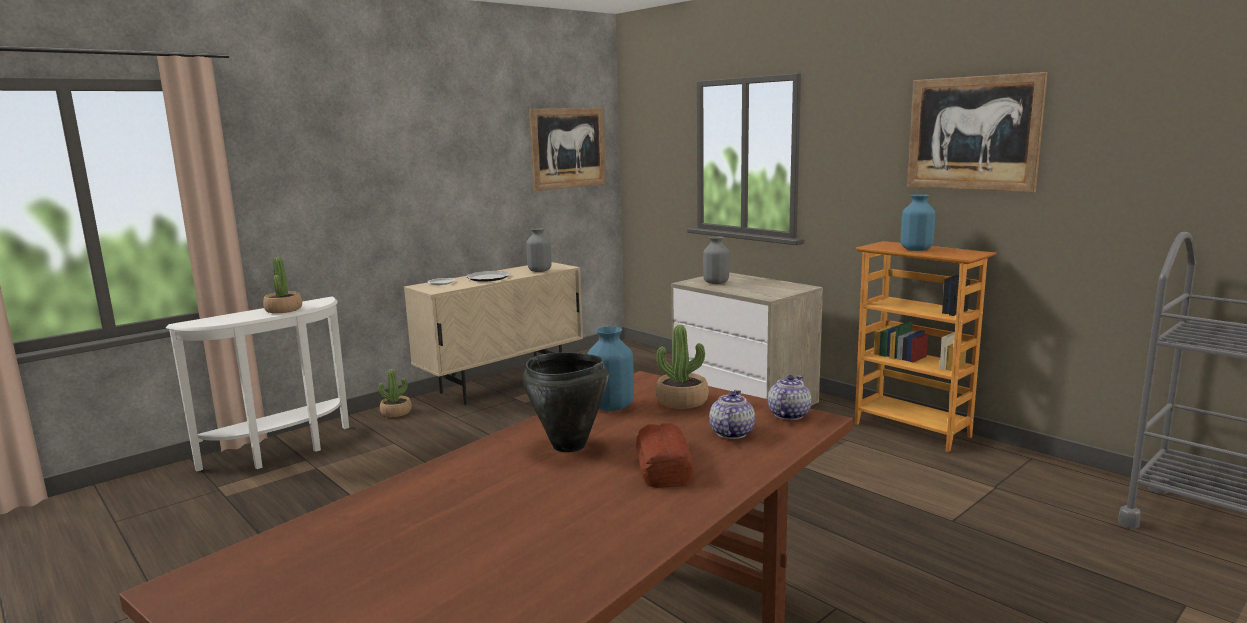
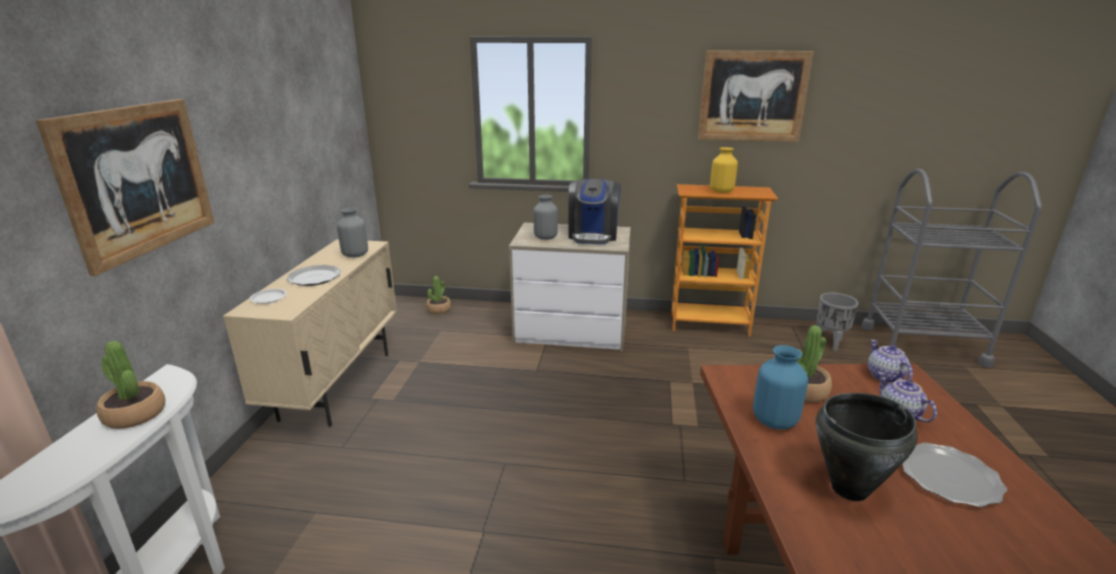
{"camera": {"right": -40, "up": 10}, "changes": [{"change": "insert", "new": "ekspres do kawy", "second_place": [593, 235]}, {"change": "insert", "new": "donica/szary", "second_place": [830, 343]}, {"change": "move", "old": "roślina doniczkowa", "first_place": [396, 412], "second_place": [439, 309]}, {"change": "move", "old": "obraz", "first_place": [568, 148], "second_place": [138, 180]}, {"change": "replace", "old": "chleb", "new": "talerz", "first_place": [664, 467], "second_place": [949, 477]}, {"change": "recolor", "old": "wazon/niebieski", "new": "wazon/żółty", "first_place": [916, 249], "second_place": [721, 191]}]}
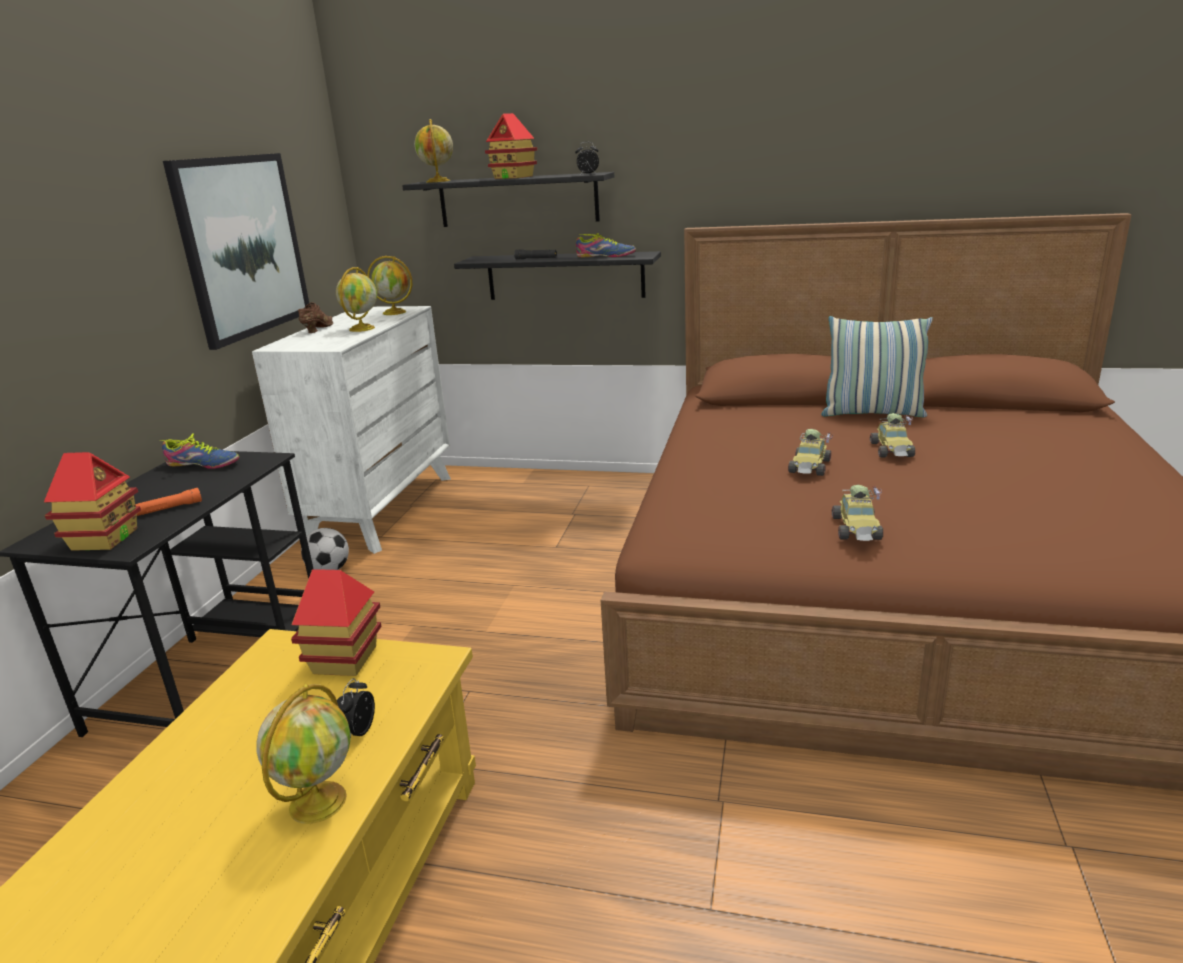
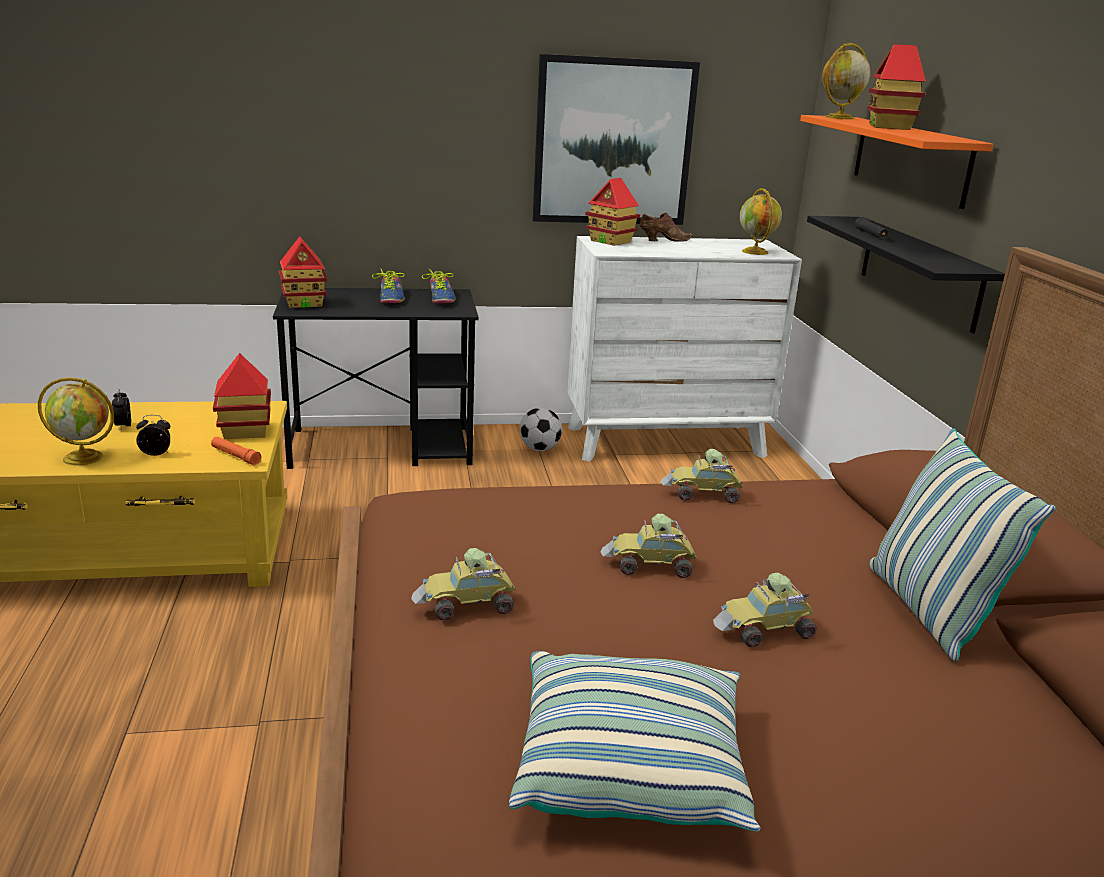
{"camera": {"right": 65, "up": 0}, "changes": [{"change": "delete", "old": "globus", "first_place": [362, 328]}, {"change": "insert", "new": "poduszka", "second_place": [630, 766]}, {"change": "insert", "new": "domek", "second_place": [611, 241]}, {"change": "insert", "new": "samochodzik", "second_place": [703, 493]}, {"change": "move", "old": "latarka/pomarańczowy", "first_place": [167, 509], "second_place": [235, 456]}, {"change": "move", "old": "budzik", "first_place": [588, 174], "second_place": [123, 426]}, {"change": "move", "old": "but", "first_place": [605, 256], "second_place": [391, 298]}, {"change": "recolor", "old": "półka/czarny", "new": "półka/pomarańczowy", "first_place": [518, 200], "second_place": [910, 159]}]}
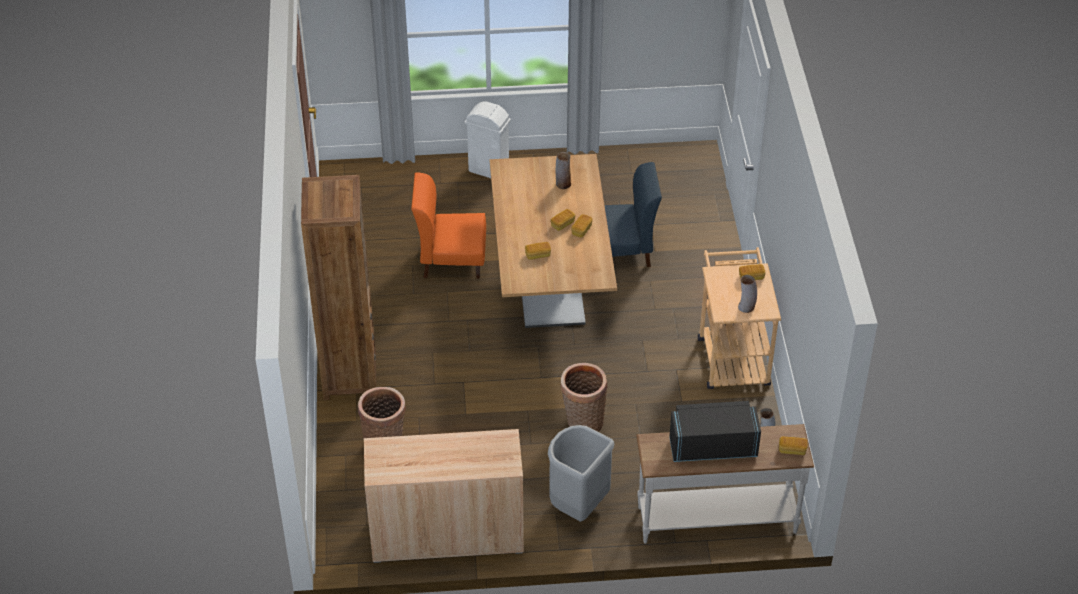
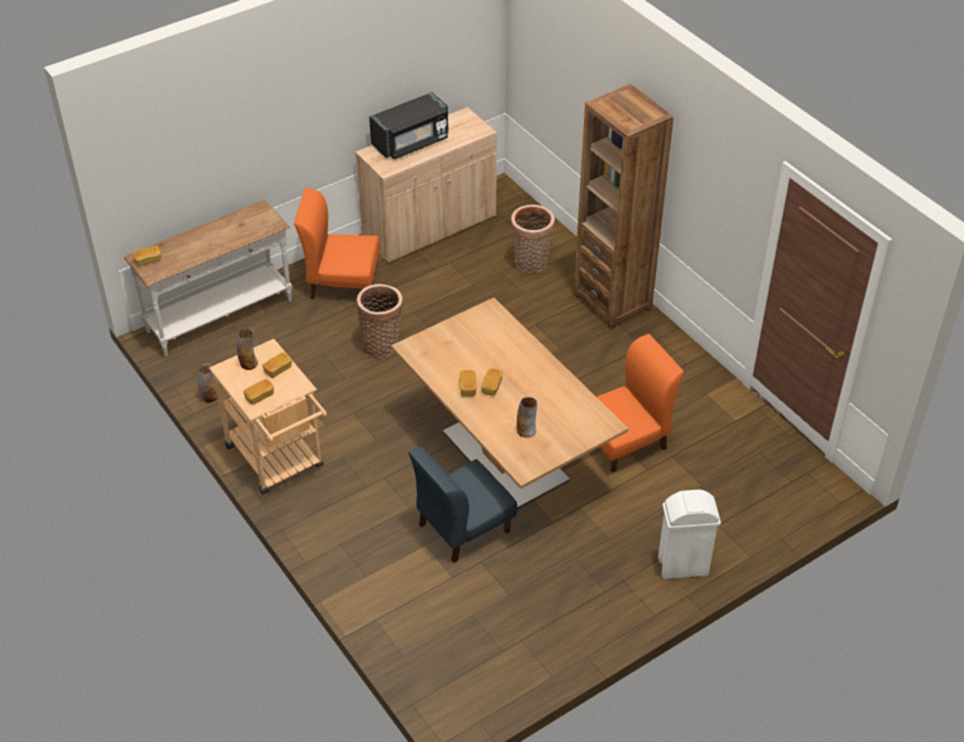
{"camera": {"right": 150, "up": 0}, "changes": [{"change": "move", "old": "chleb", "first_place": [538, 255], "second_place": [278, 370]}, {"change": "move", "old": "mikrofalówka/czarny", "first_place": [712, 446], "second_place": [411, 142]}, {"change": "replace", "old": "kosz na śmieci/szary", "new": "krzesło/pomarańczowy", "first_place": [578, 505], "second_place": [342, 283]}]}
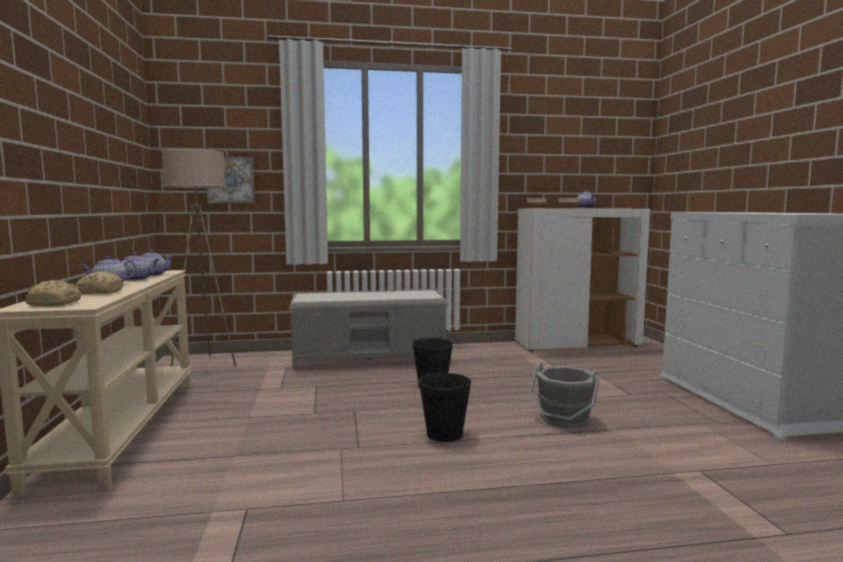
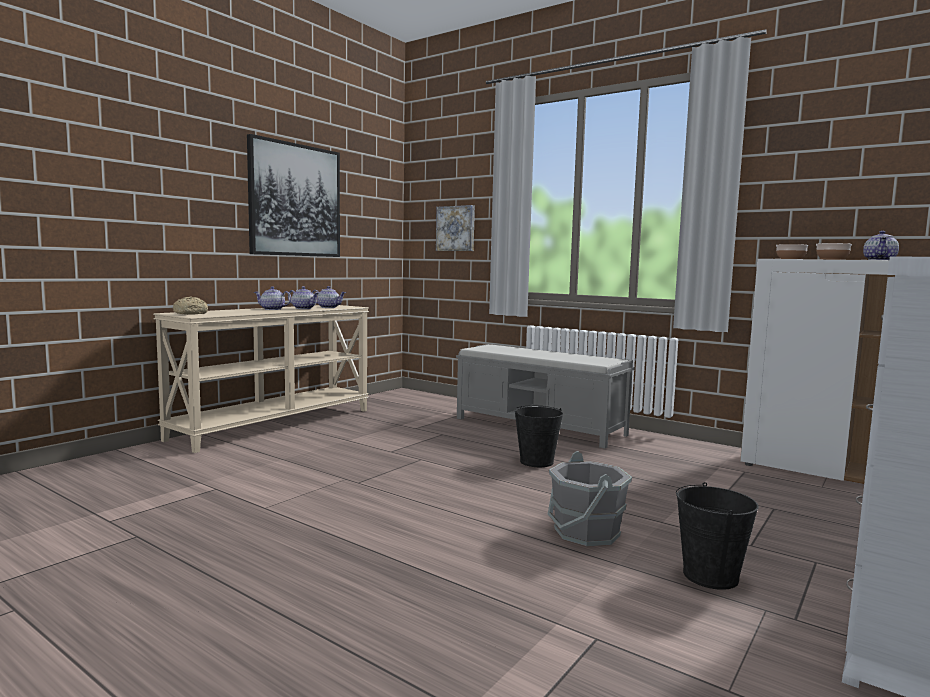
{"camera": {"right": 45, "up": 0}, "changes": [{"change": "delete", "old": "chleb", "first_place": [99, 292]}, {"change": "delete", "old": "lampa stojąca/beżowy", "first_place": [205, 364]}, {"change": "insert", "new": "obraz", "second_place": [295, 200]}, {"change": "move", "old": "wiadro/czarny", "first_place": [444, 434], "second_place": [711, 576]}]}
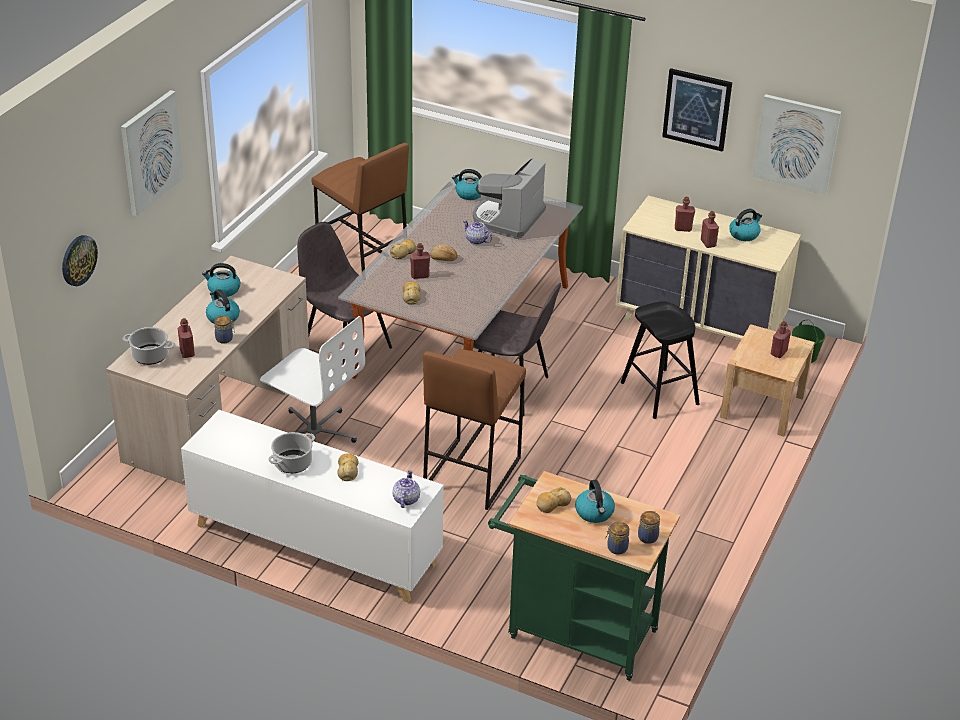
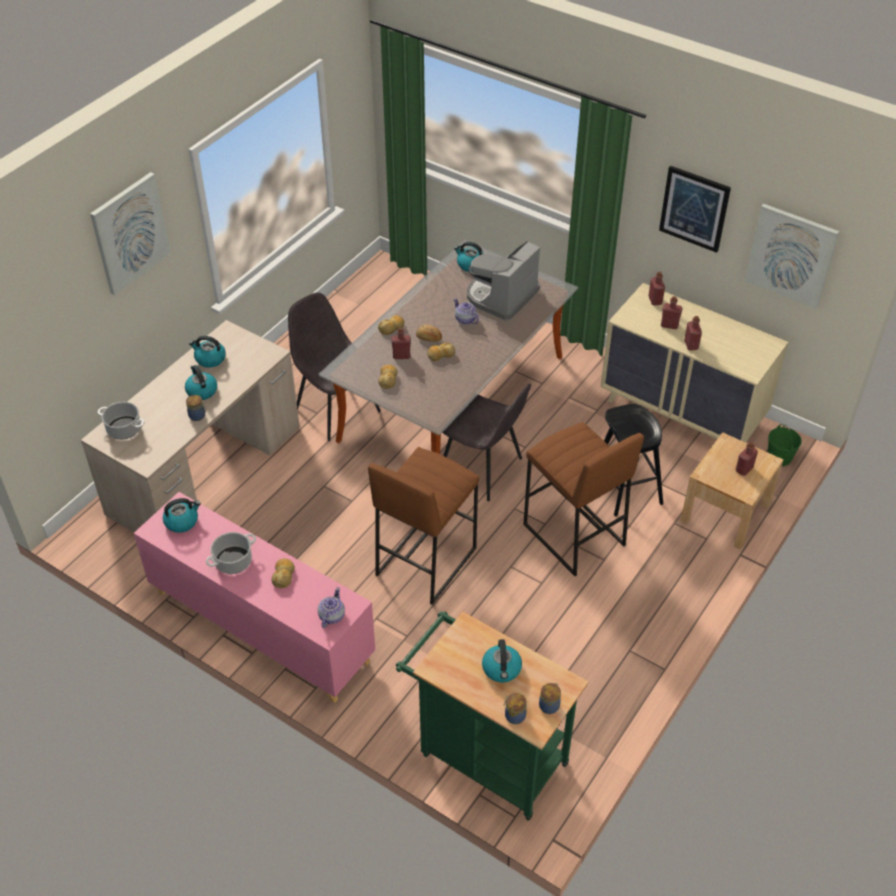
{"camera": {"right": 10, "up": 10}, "changes": [{"change": "delete", "old": "zegar ścienny", "first_place": [78, 260]}, {"change": "delete", "old": "krzesło biurowe/biały", "first_place": [314, 433]}, {"change": "move", "old": "butelka/czerwony", "first_place": [187, 352], "second_place": [655, 300]}, {"change": "move", "old": "stołek/brązowy", "first_place": [362, 265], "second_place": [573, 535]}, {"change": "move", "old": "chleb", "first_place": [552, 504], "second_place": [440, 355]}, {"change": "move", "old": "czajnik", "first_place": [744, 234], "second_place": [182, 521]}, {"change": "recolor", "old": "szafka/biały", "new": "szafka/różowy", "first_place": [314, 545], "second_place": [260, 626]}]}
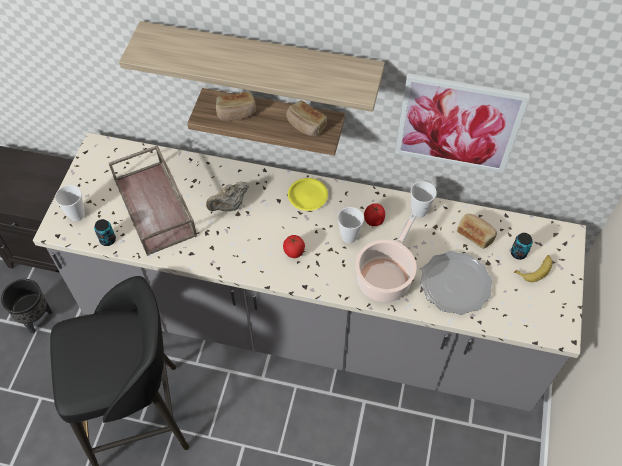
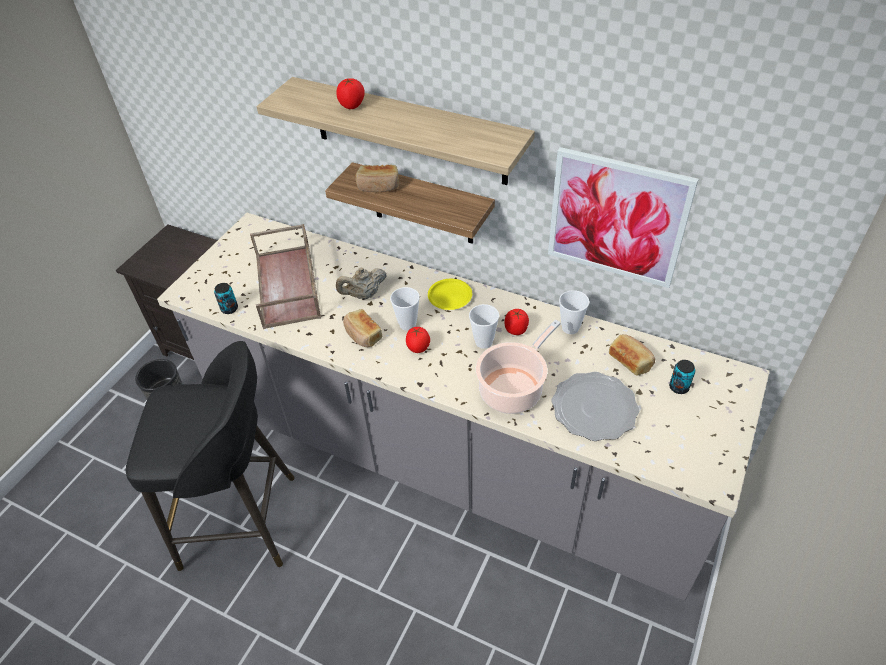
{"camera": {"right": 15, "up": -10}, "changes": [{"change": "delete", "old": "banan", "first_place": [535, 269]}, {"change": "insert", "new": "pomidor", "second_place": [352, 106]}, {"change": "move", "old": "filiżanka", "first_place": [77, 215], "second_place": [407, 324]}, {"change": "move", "old": "chleb", "first_place": [306, 125], "second_place": [362, 335]}]}
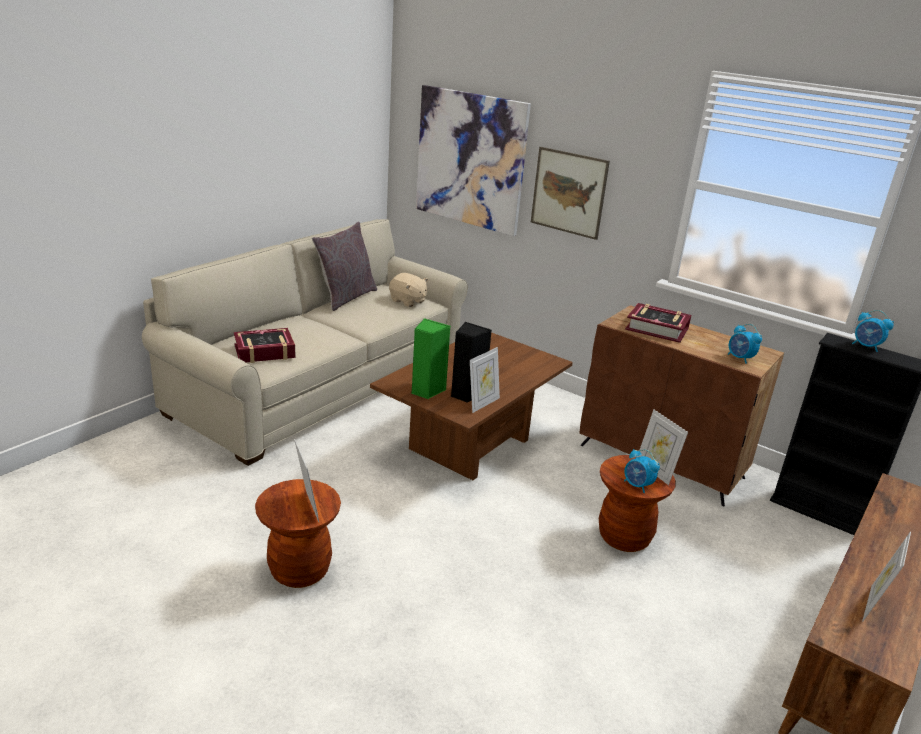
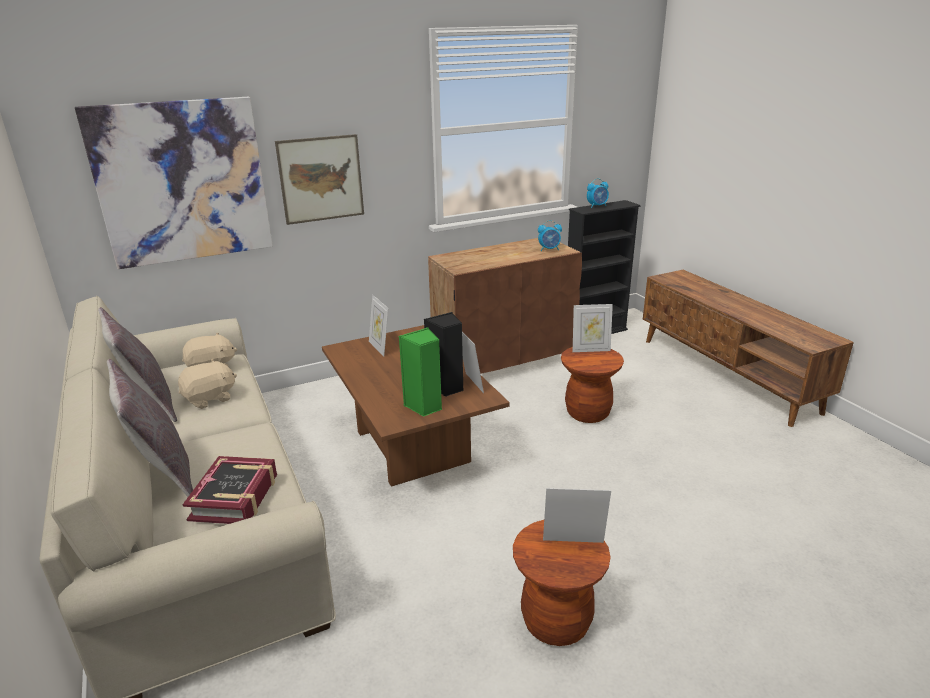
{"camera": {"right": -60, "up": 0}, "changes": [{"change": "delete", "old": "budzik", "first_place": [637, 485]}, {"change": "delete", "old": "książka", "first_place": [657, 328]}, {"change": "insert", "new": "poduszka/szary", "second_place": [163, 474]}, {"change": "insert", "new": "pluszak/beżowy", "second_place": [210, 398]}, {"change": "move", "old": "ramka na zdjęcie", "first_place": [874, 606], "second_place": [380, 347]}]}
